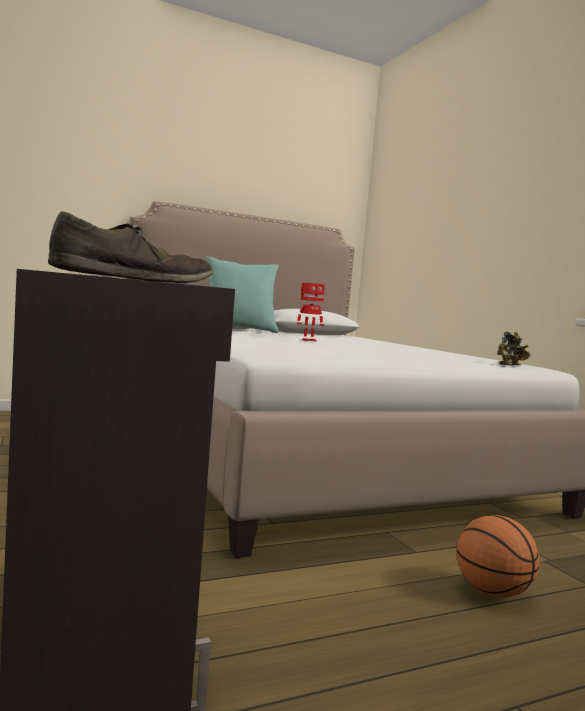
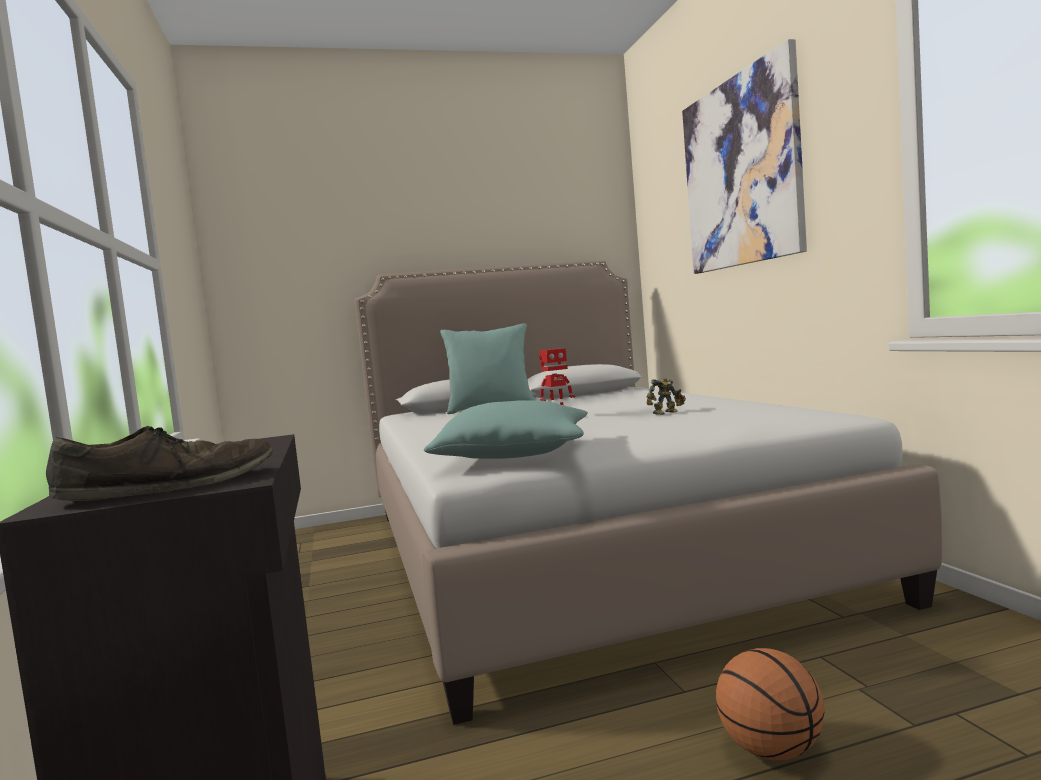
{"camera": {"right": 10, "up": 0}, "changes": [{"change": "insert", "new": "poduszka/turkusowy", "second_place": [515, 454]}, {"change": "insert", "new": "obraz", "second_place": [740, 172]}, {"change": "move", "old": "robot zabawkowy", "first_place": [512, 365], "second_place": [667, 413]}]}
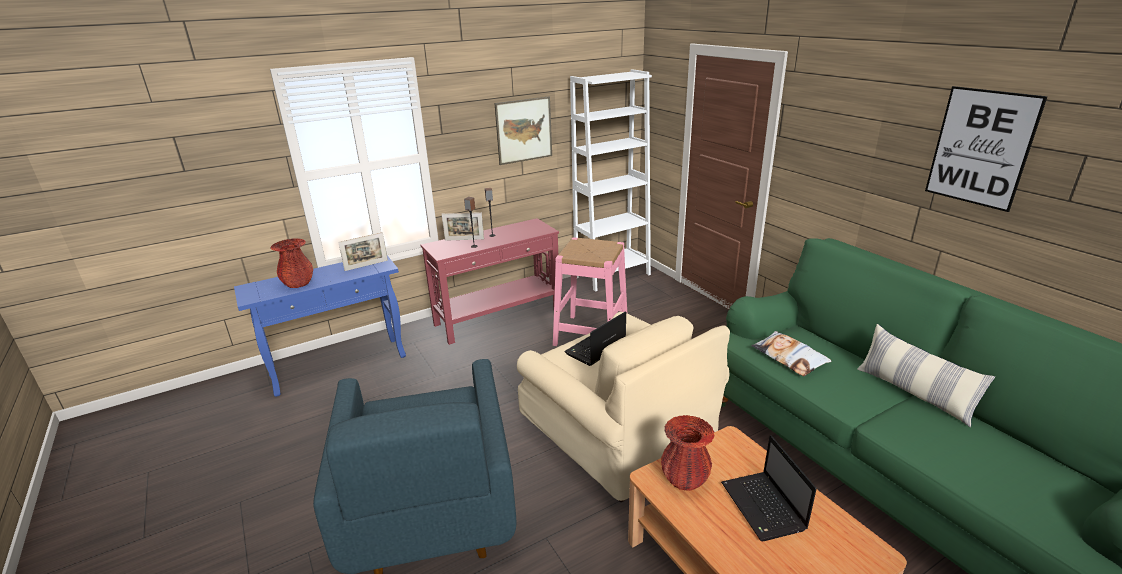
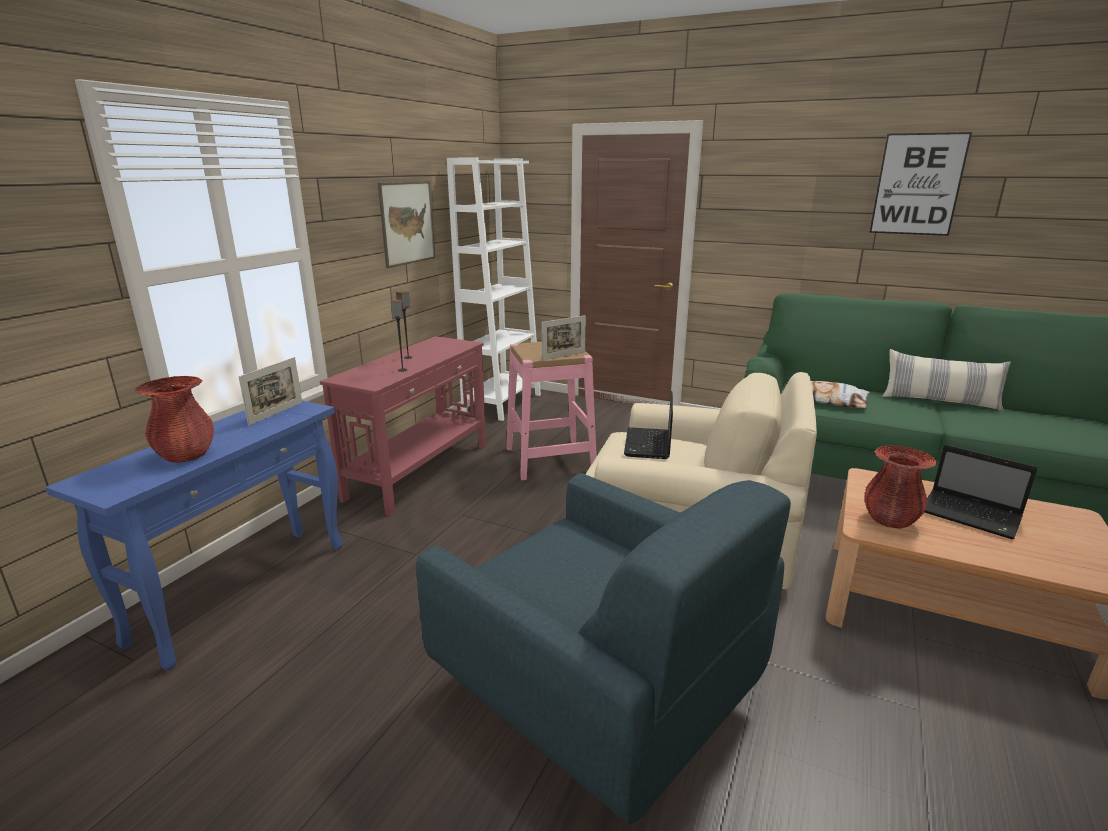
{"camera": {"right": -35, "up": -5}, "changes": [{"change": "move", "old": "ramka na zdjęcie", "first_place": [464, 239], "second_place": [564, 355]}]}
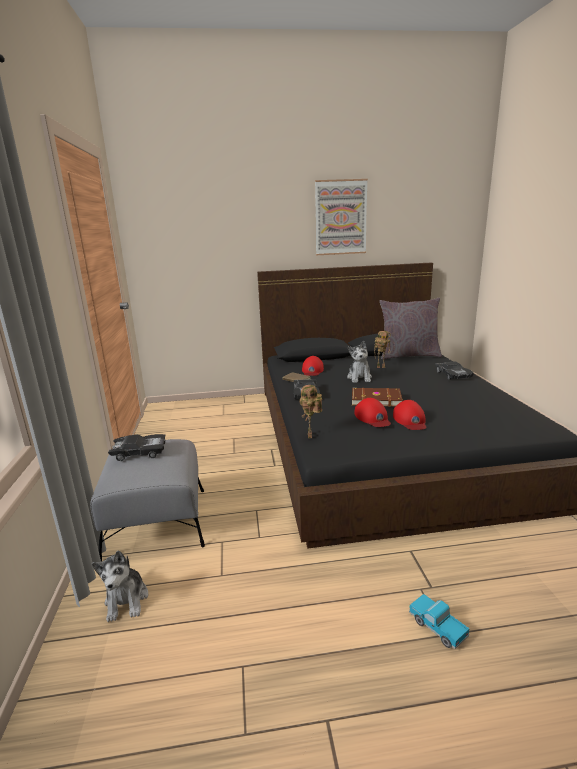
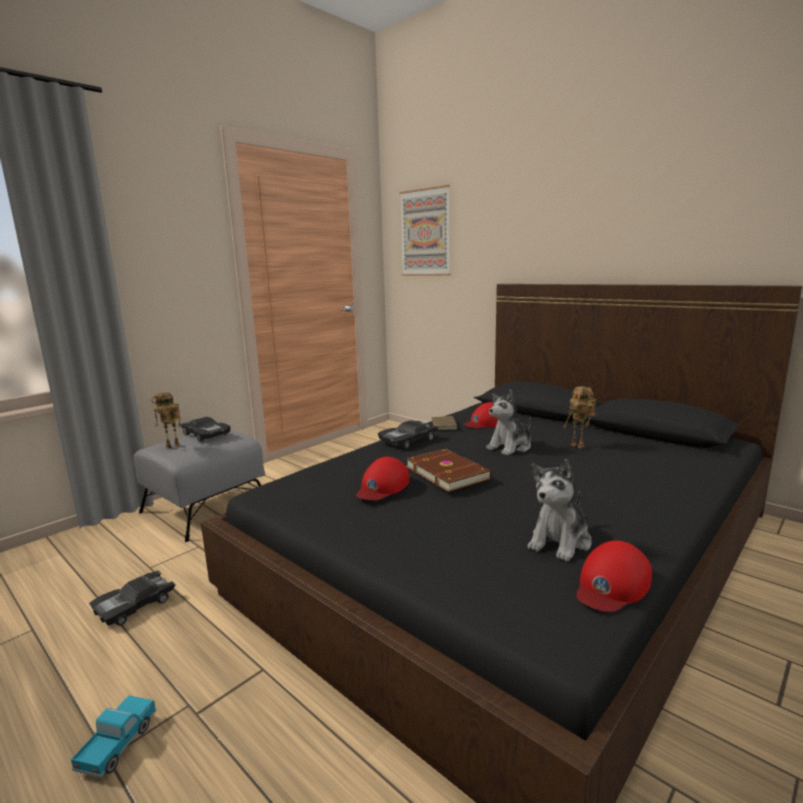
{"camera": {"right": 50, "up": -5}, "changes": [{"change": "delete", "old": "poduszka/szary", "first_place": [409, 355]}, {"change": "move", "old": "pluszak", "first_place": [127, 600], "second_place": [560, 541]}, {"change": "move", "old": "robot zabawkowy", "first_place": [311, 436], "second_place": [172, 447]}, {"change": "move", "old": "obraz", "first_place": [340, 217], "second_place": [425, 233]}, {"change": "move", "old": "czapka z daszkiem/czerwony", "first_place": [410, 420], "second_place": [611, 585]}, {"change": "move", "old": "samochodzik/czarny", "first_place": [453, 375], "second_place": [135, 605]}]}
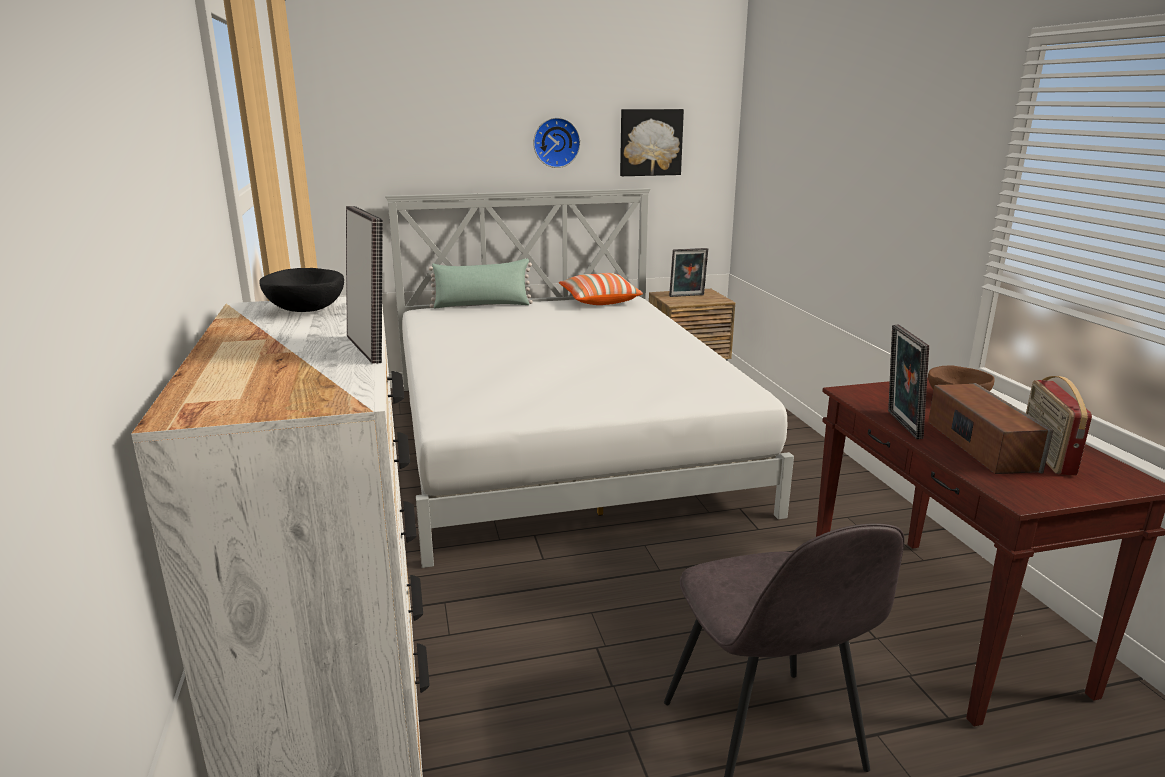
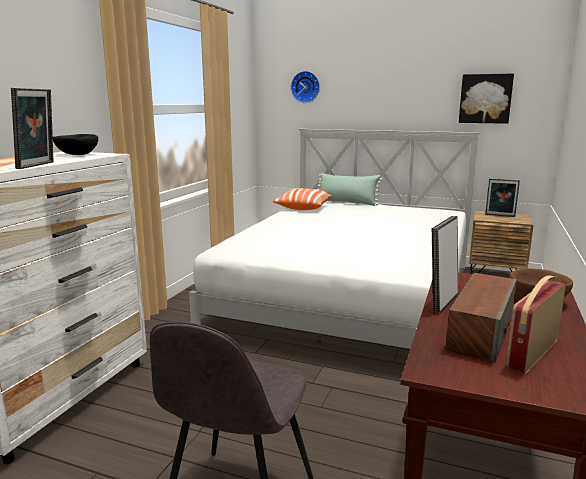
{"camera": {"right": 35, "up": -5}, "changes": [{"change": "move", "old": "zegar ścienny", "first_place": [556, 142], "second_place": [306, 87]}, {"change": "move", "old": "poduszka", "first_place": [599, 301], "second_place": [303, 207]}]}
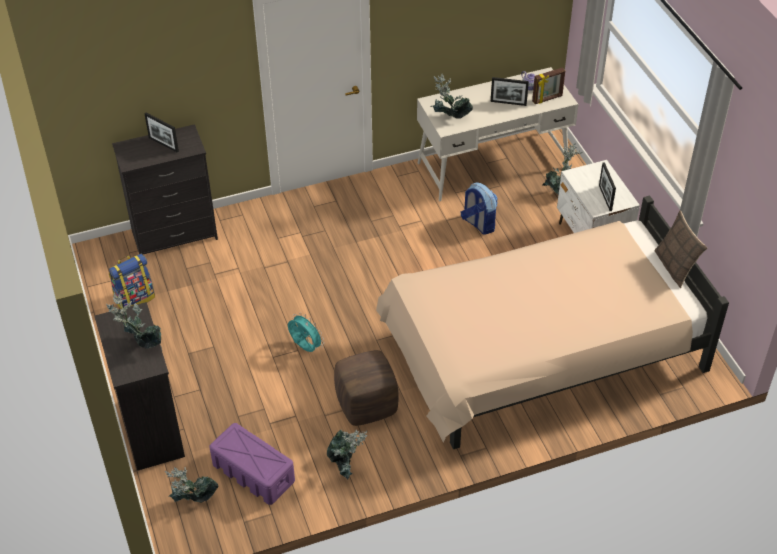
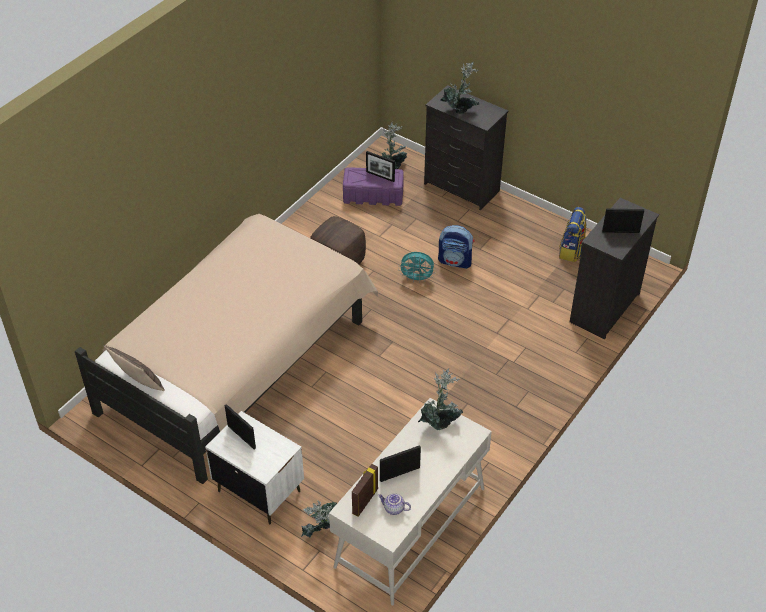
{"camera": {"right": 145, "up": 0}, "changes": [{"change": "delete", "old": "roślina doniczkowa", "first_place": [346, 466]}, {"change": "insert", "new": "ramka na zdjęcie", "second_place": [380, 176]}, {"change": "move", "old": "plecak", "first_place": [478, 224], "second_place": [455, 261]}]}
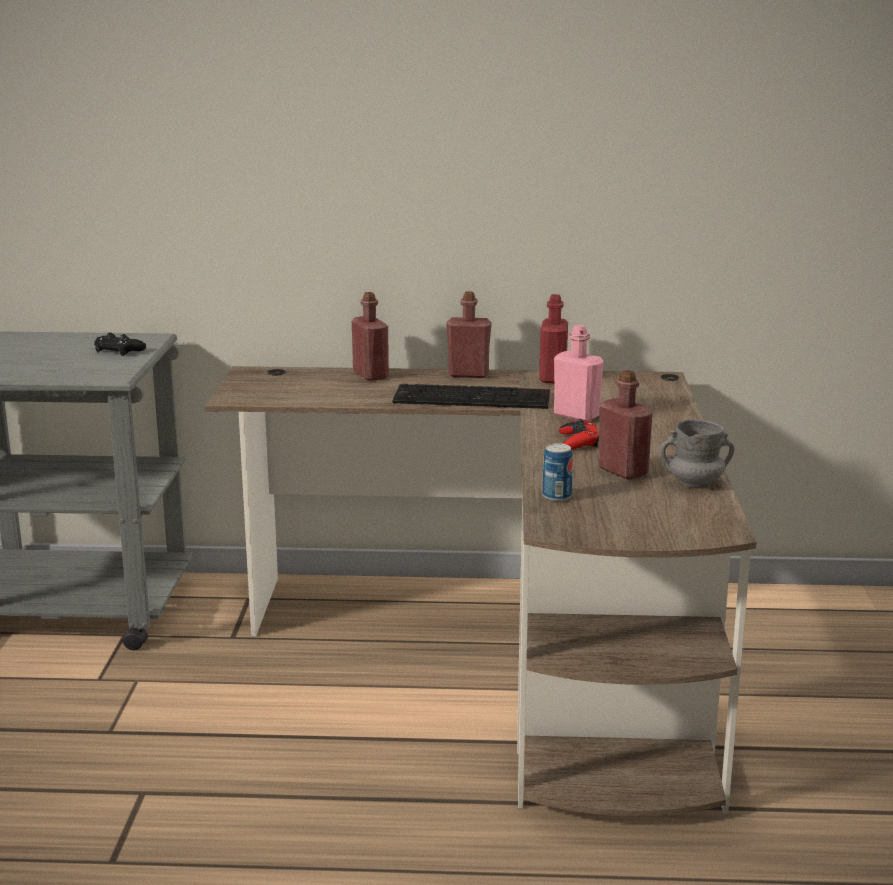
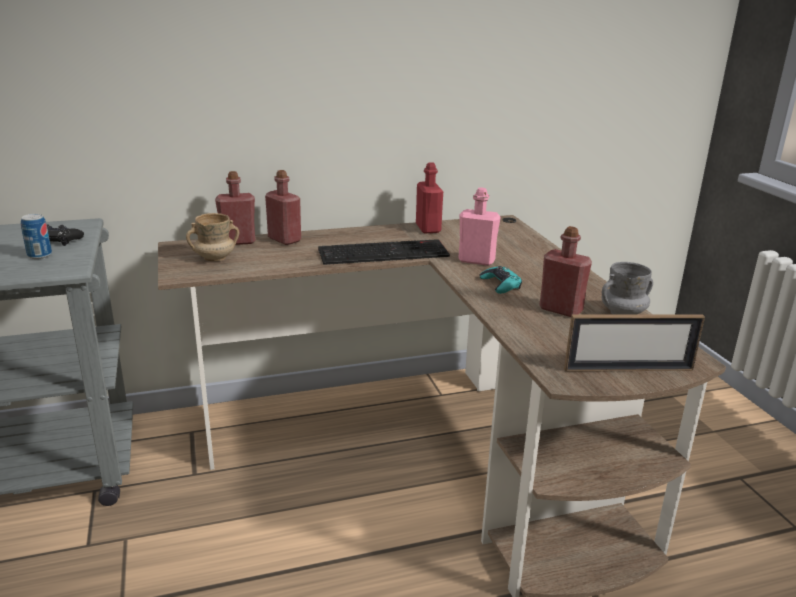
{"camera": {"right": -20, "up": 5}, "changes": [{"change": "insert", "new": "kubek/beżowy", "second_place": [215, 258]}, {"change": "insert", "new": "ramka na zdjęcie", "second_place": [628, 369]}, {"change": "move", "old": "butelka/czerwony", "first_place": [468, 374], "second_place": [238, 241]}, {"change": "move", "old": "puszka", "first_place": [557, 496], "second_place": [39, 255]}, {"change": "recolor", "old": "pad do gier/czerwony", "new": "pad do gier/turkusowy", "first_place": [578, 441], "second_place": [500, 284]}]}
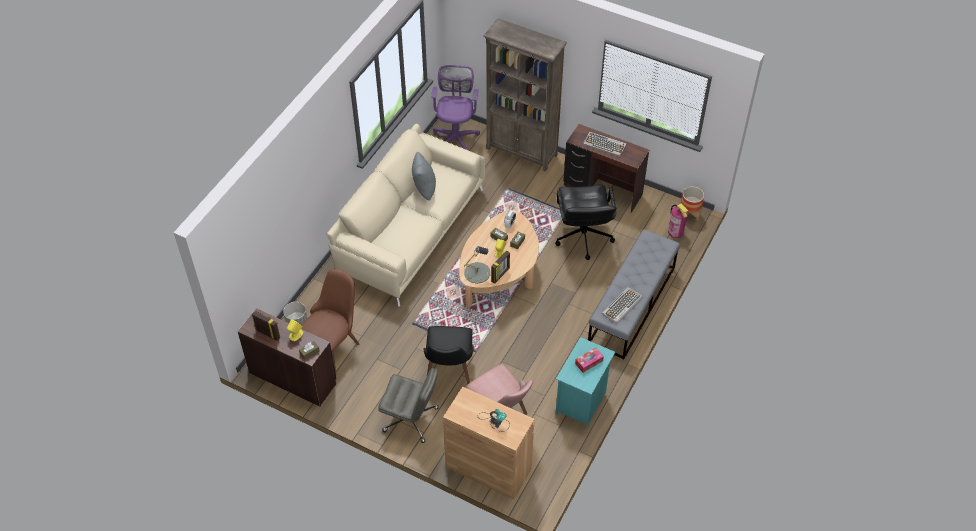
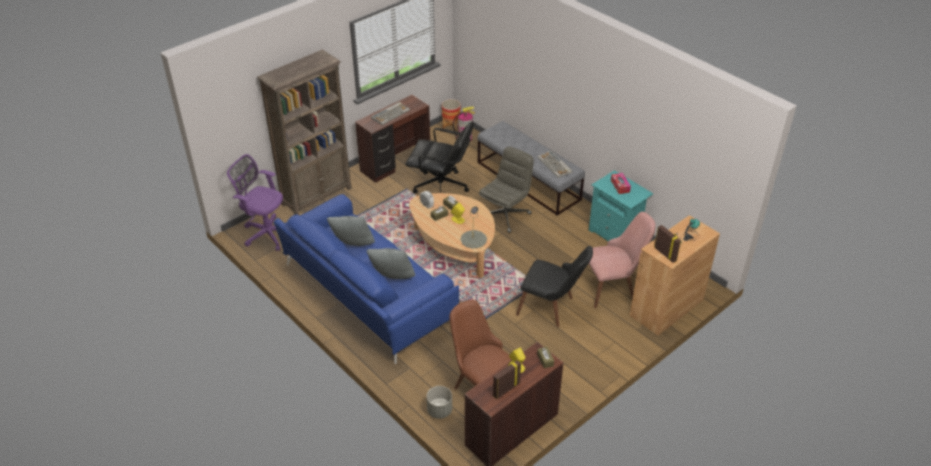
{"camera": {"right": -70, "up": -10}, "changes": [{"change": "insert", "new": "poduszka/szary", "second_place": [392, 279]}, {"change": "move", "old": "krzesło biurowe/szary", "first_place": [411, 419], "second_place": [505, 215]}, {"change": "move", "old": "ramka na zdjęcie", "first_place": [500, 275], "second_place": [665, 254]}, {"change": "recolor", "old": "kanapa/beżowy", "new": "kanapa/niebieski", "first_place": [410, 231], "second_place": [367, 294]}]}
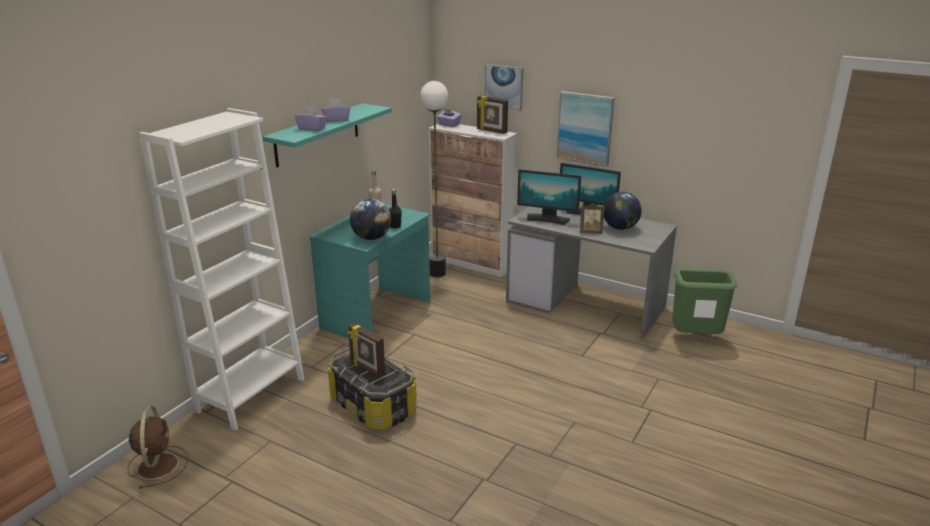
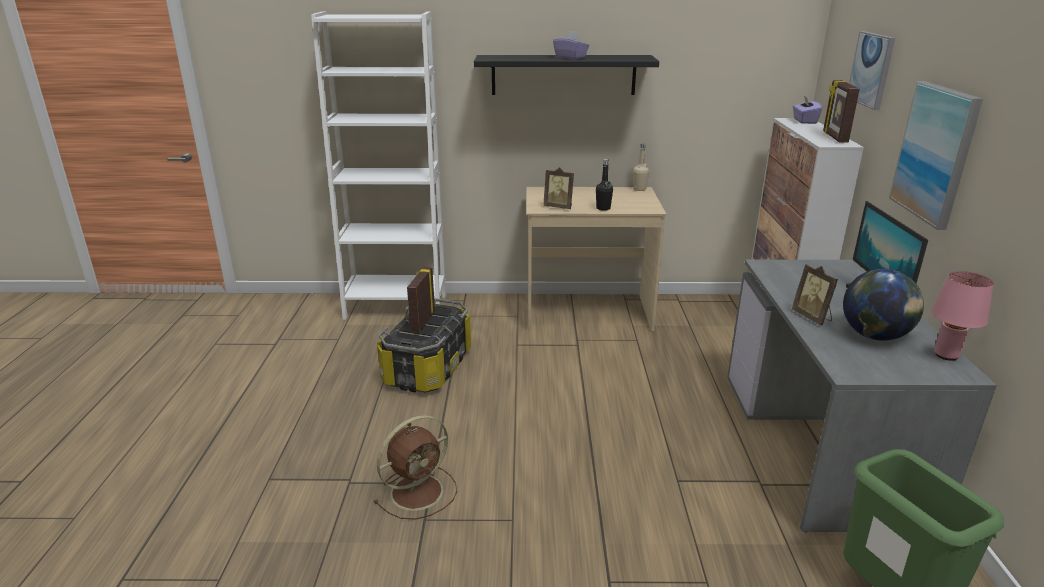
{"camera": {"right": 60, "up": 0}, "changes": [{"change": "delete", "old": "pudełko chusteczek/fioletowy", "first_place": [312, 128]}, {"change": "delete", "old": "lampa stojąca", "first_place": [437, 273]}, {"change": "delete", "old": "monitor", "first_place": [547, 219]}, {"change": "insert", "new": "lampa stołowa/różowy", "second_place": [946, 355]}, {"change": "move", "old": "wentylator/brązowy", "first_place": [158, 465], "second_place": [419, 491]}, {"change": "replace", "old": "globus", "new": "ramka na zdjęcie", "first_place": [371, 238], "second_place": [559, 207]}, {"change": "recolor", "old": "półka/turkusowy", "new": "półka/czarny", "first_place": [317, 134], "second_place": [563, 75]}, {"change": "recolor", "old": "biurko/turkusowy", "new": "biurko/beżowy", "first_place": [377, 315], "second_place": [587, 313]}]}
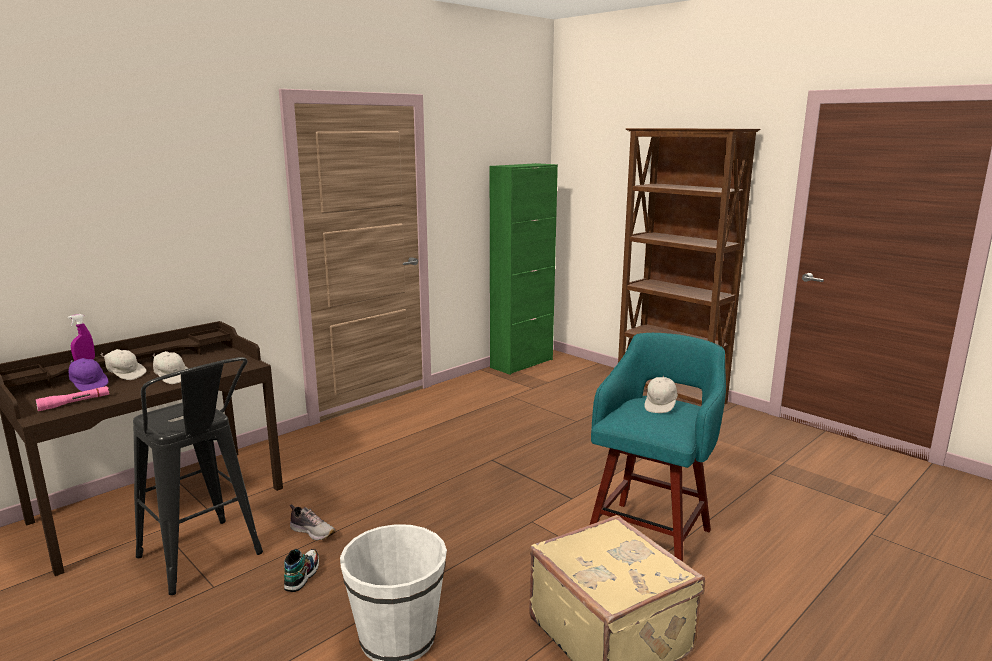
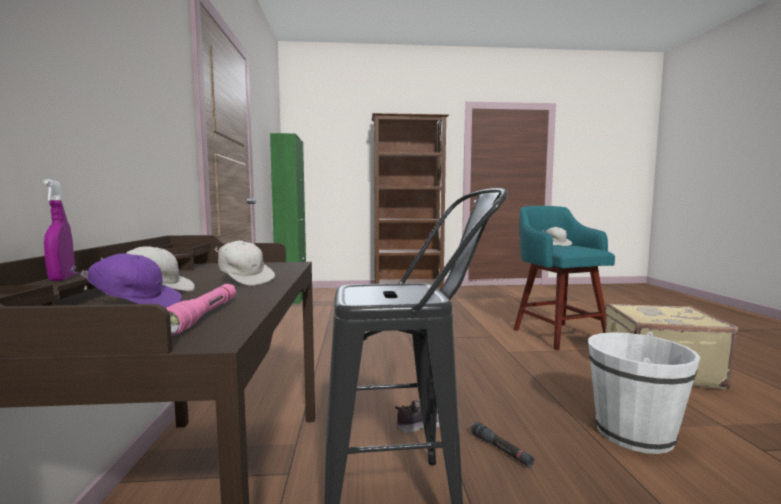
{"camera": {"right": -50, "up": -10}, "changes": [{"change": "replace", "old": "but", "new": "latarka/czarny", "first_place": [302, 575], "second_place": [501, 450]}, {"change": "rotate", "old": "czapka z daszkiem/biały", "first_place": [172, 377], "second_place": [245, 280], "degrees": 45}]}
